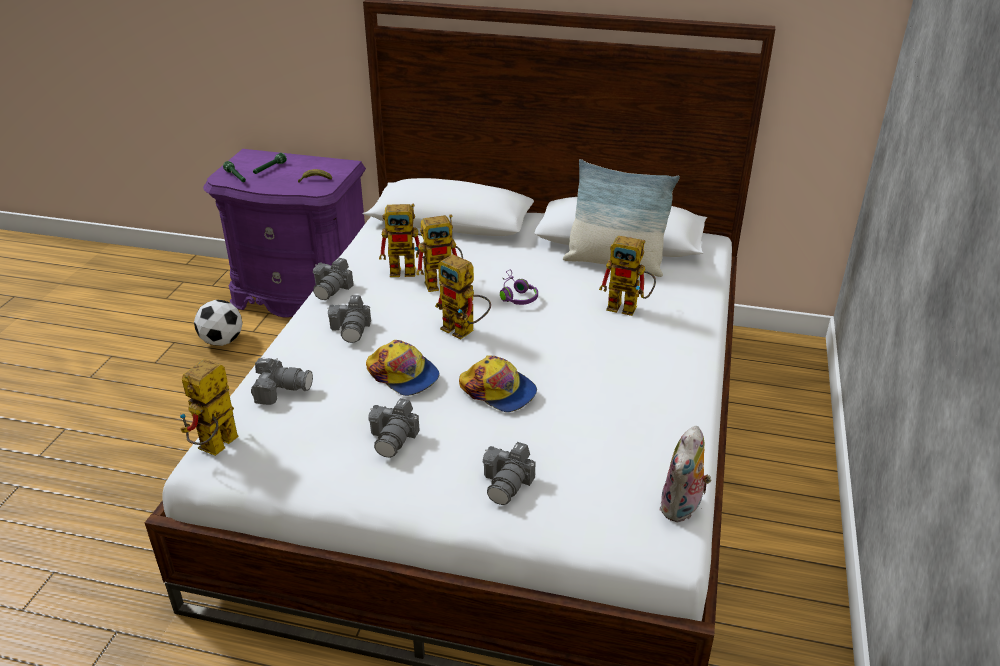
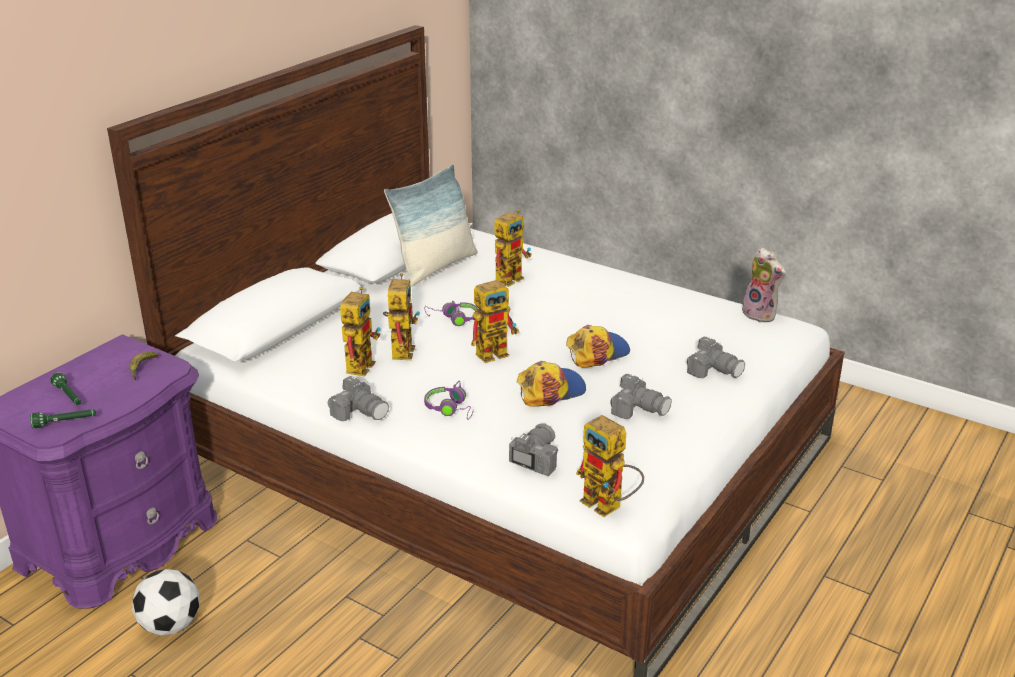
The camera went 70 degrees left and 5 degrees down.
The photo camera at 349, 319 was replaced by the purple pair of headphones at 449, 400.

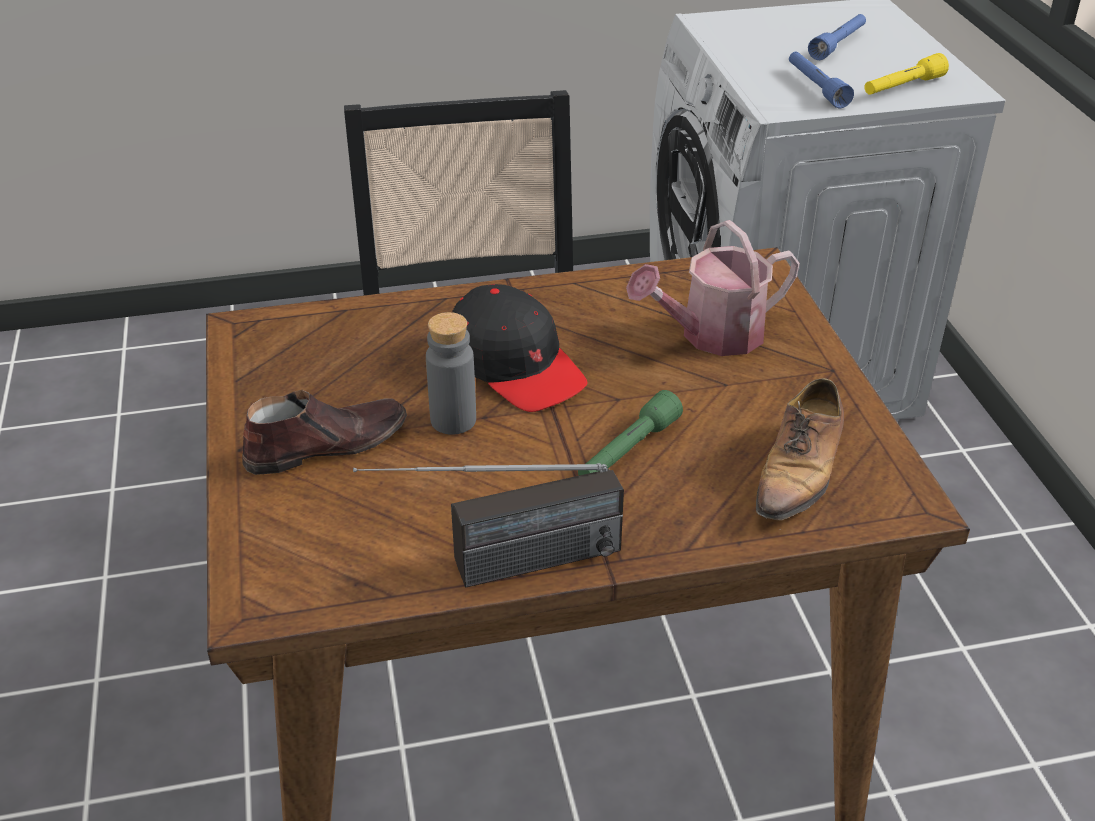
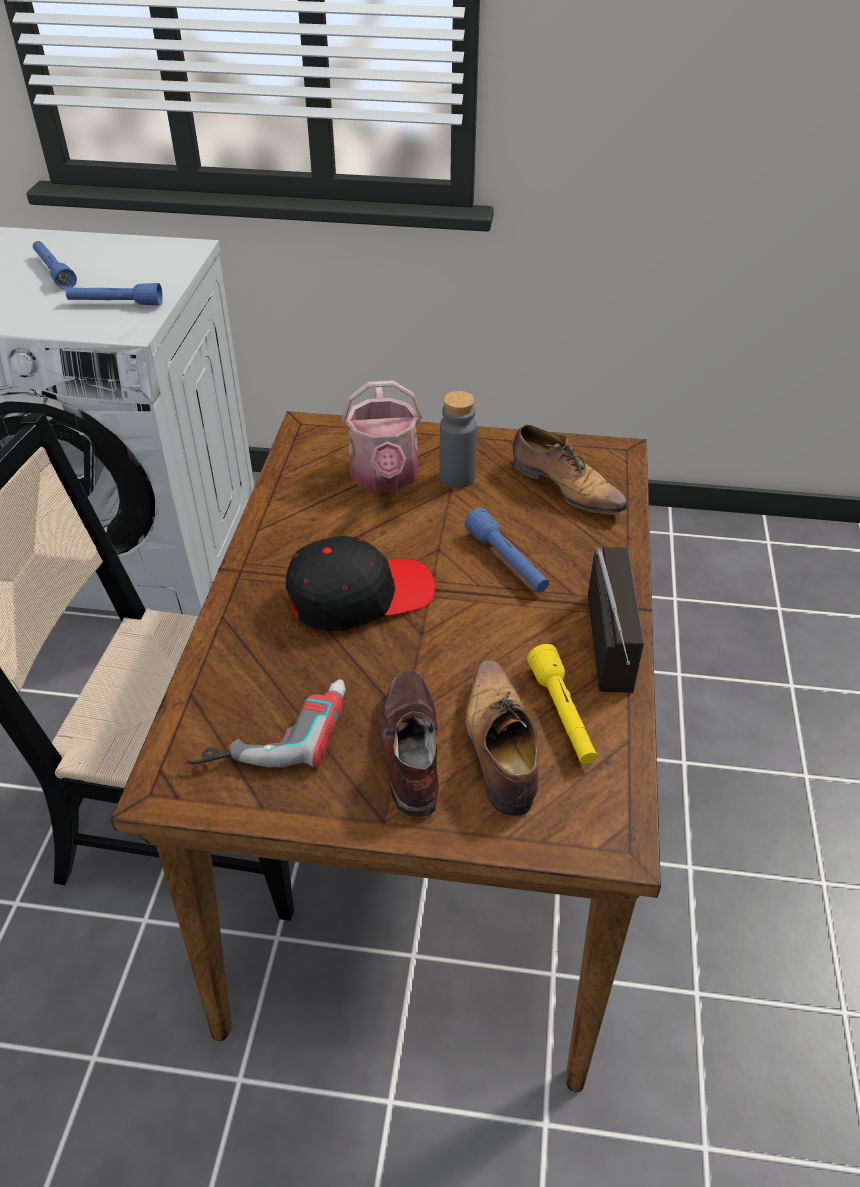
The camera went 70 degrees left and 5 degrees up.
The power drill at 266, 723 appeared.
The low shoe at 501, 738 appeared.
The greyish bottle moved from 451, 373 to 458, 439.
The yellow hand torch moved from 906, 74 to 562, 704.
The greenish hand torch at 630, 433 became the bluish hand torch at 506, 550.

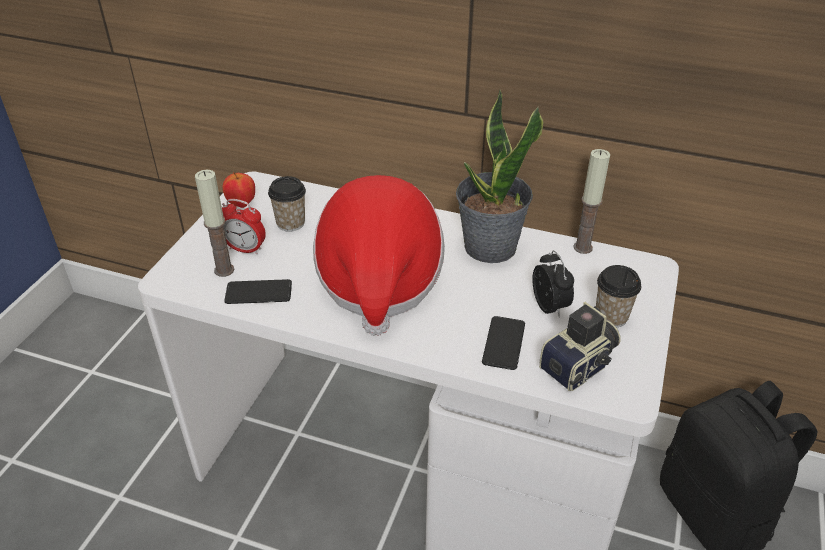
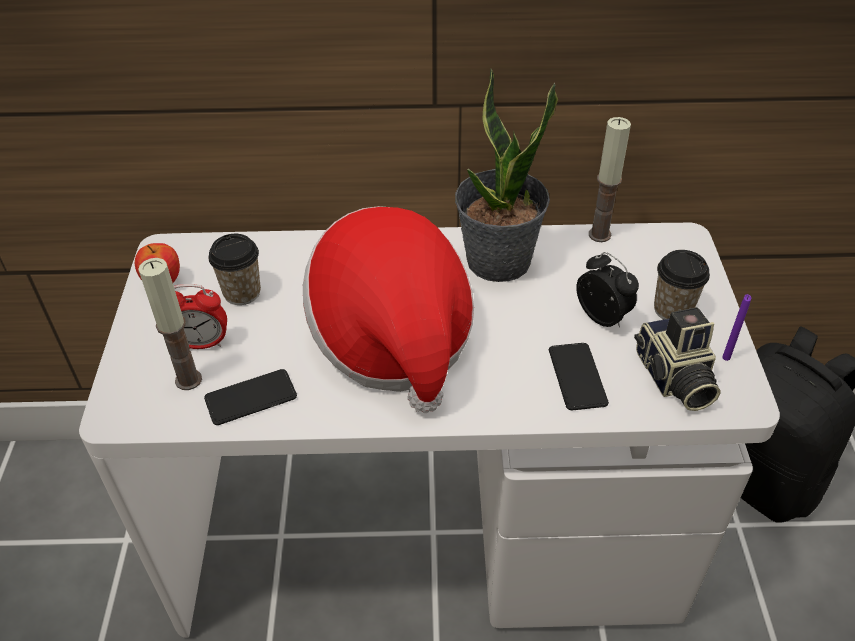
The camera went 20 degrees left and 5 degrees up.
The purple wax candle at 736, 327 appeared.
The photo camera at 580, 346 turned 135 degrees clockwise.

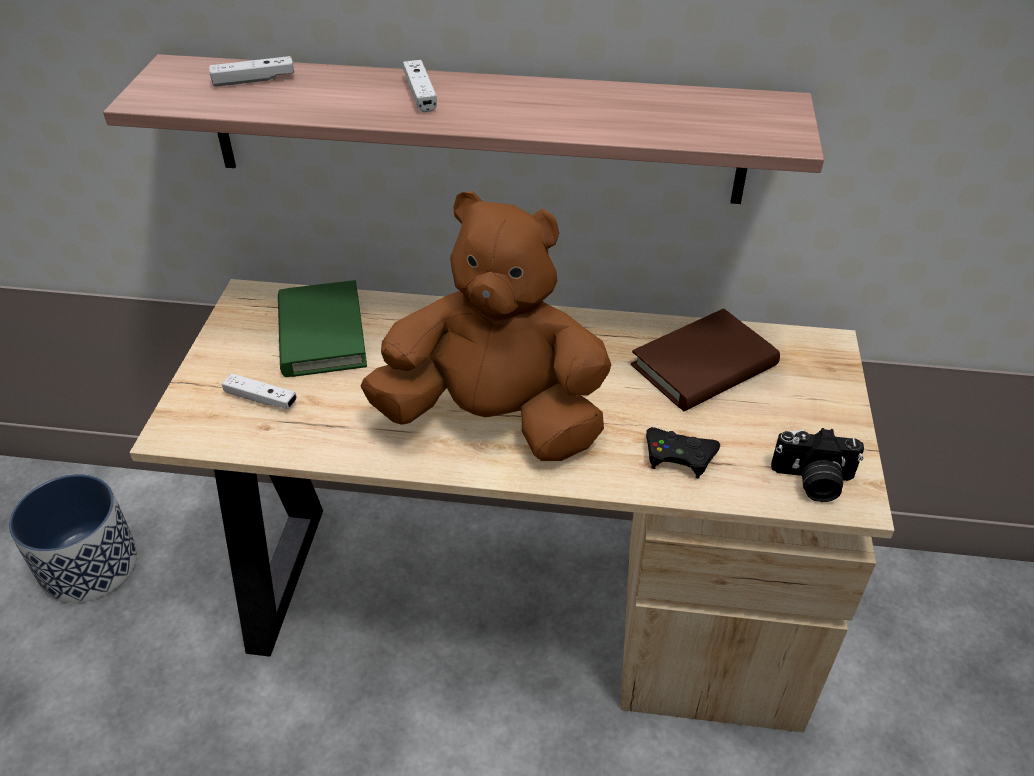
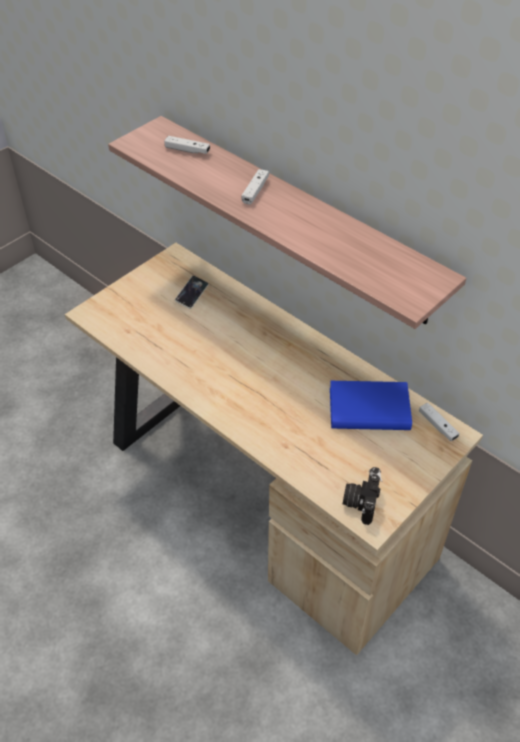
The camera went 35 degrees right and 5 degrees up.
The planter at 73, 538 disappeared.
The brownish plush toy at 485, 326 disappeared.
The black gamepad at 683, 453 disappeared.
The whitish gamepad moved from 259, 391 to 439, 422.
The greenish book at 322, 328 was replaced by the phone at 192, 292.
The brownish book at 705, 360 became the bluish book at 371, 405.
The photo camera at 817, 465 turned 60 degrees clockwise.

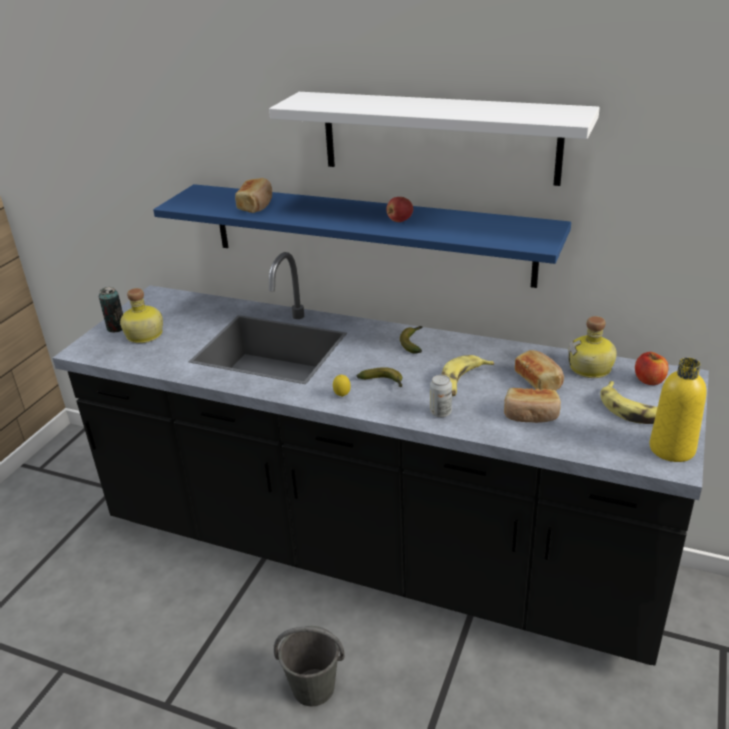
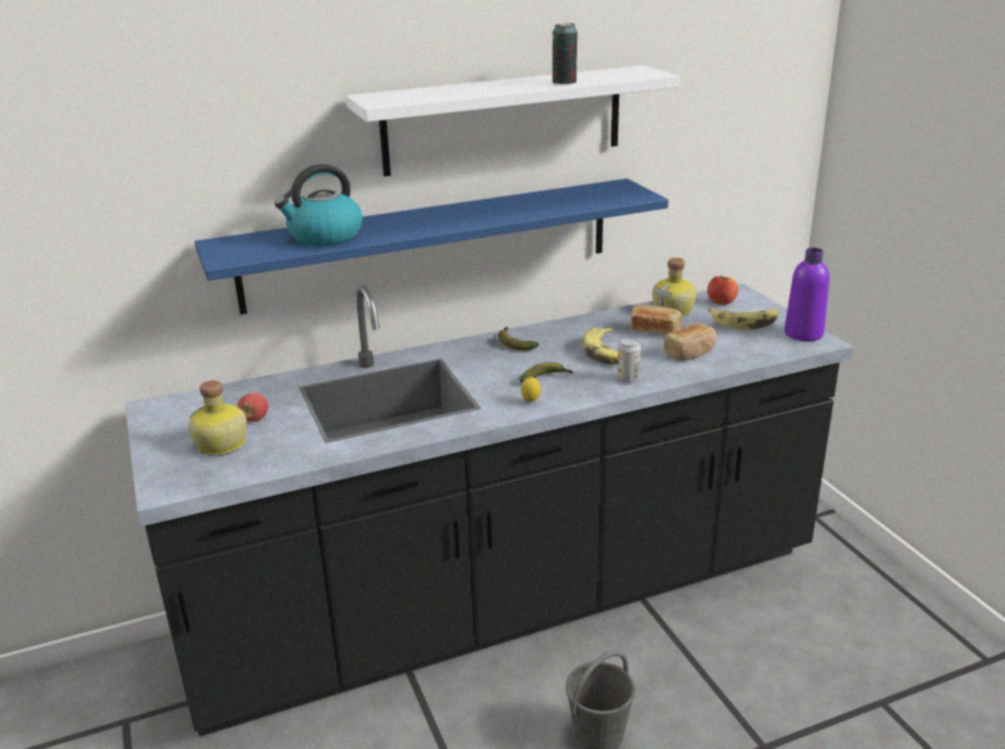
The camera went 45 degrees left and 5 degrees down.
The metal can moved from 111, 309 to 564, 53.
The apple moved from 399, 209 to 252, 407.
The baked bread at 253, 195 was replaced by the water kettle at 318, 205.
The yellow bottle at 678, 410 became the purple bottle at 807, 294.

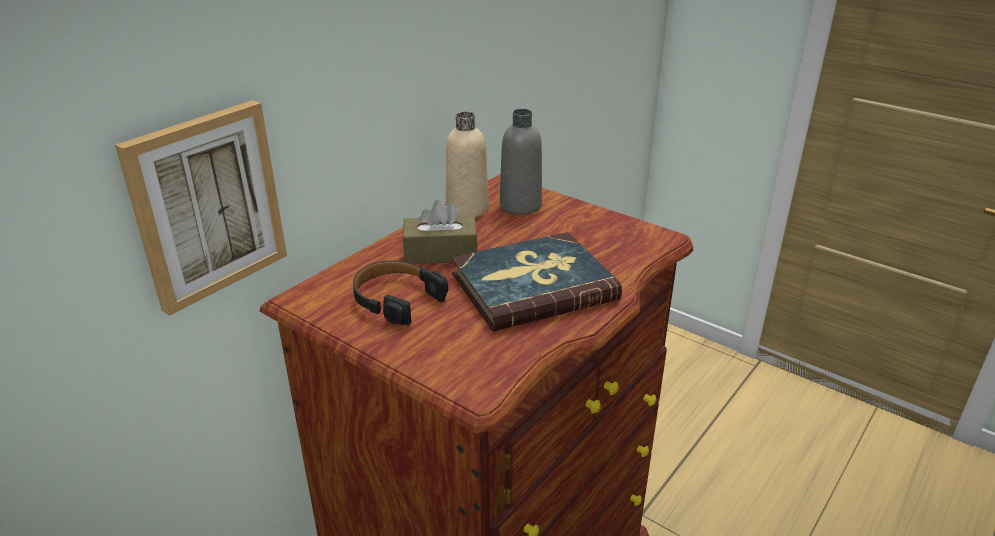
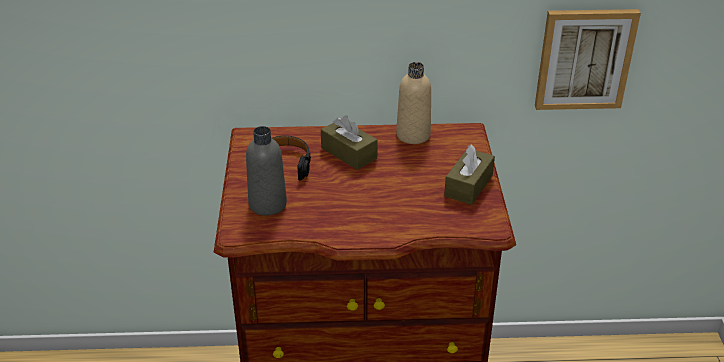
The camera went 50 degrees right and 5 degrees up.
The book at 537, 281 disappeared.
The brownish box of tissues at 469, 174 appeared.
The wall picture moved from 201, 208 to 588, 59.
The greyish bottle moved from 521, 162 to 266, 170.

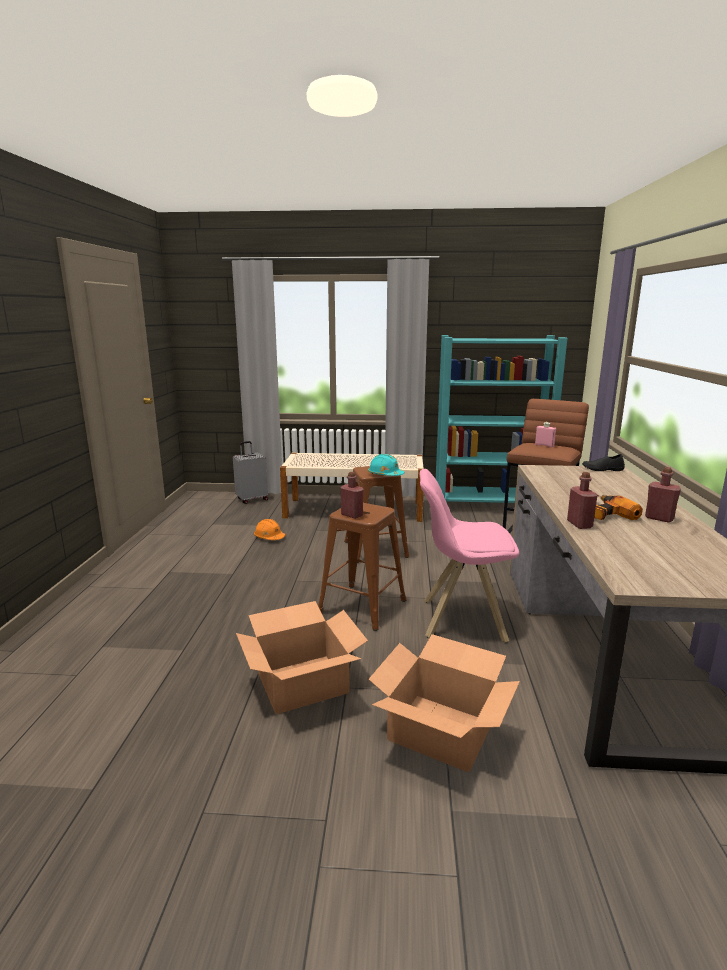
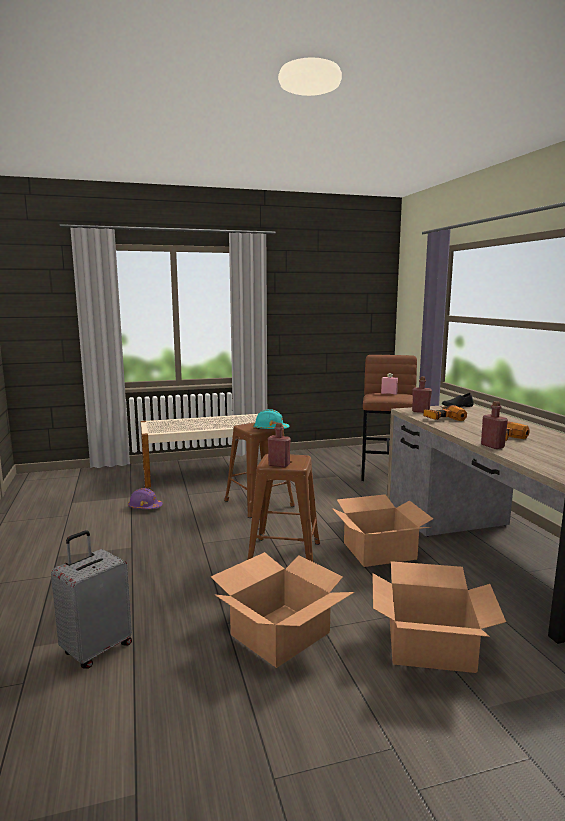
The camera went 20 degrees left and 5 degrees down.
The turquoise-coloured bookshelf at 501, 419 disappeared.
The power drill at 445, 413 appeared.
The greyish piece of luggage moved from 250, 472 to 91, 599.
The red-coloured bottle moved from 663, 495 to 422, 395.
The pinkish upright chair at 469, 556 was replaced by the cardboard box at 382, 530.
The orange safety helmet at 269, 529 became the purple safety helmet at 145, 498.

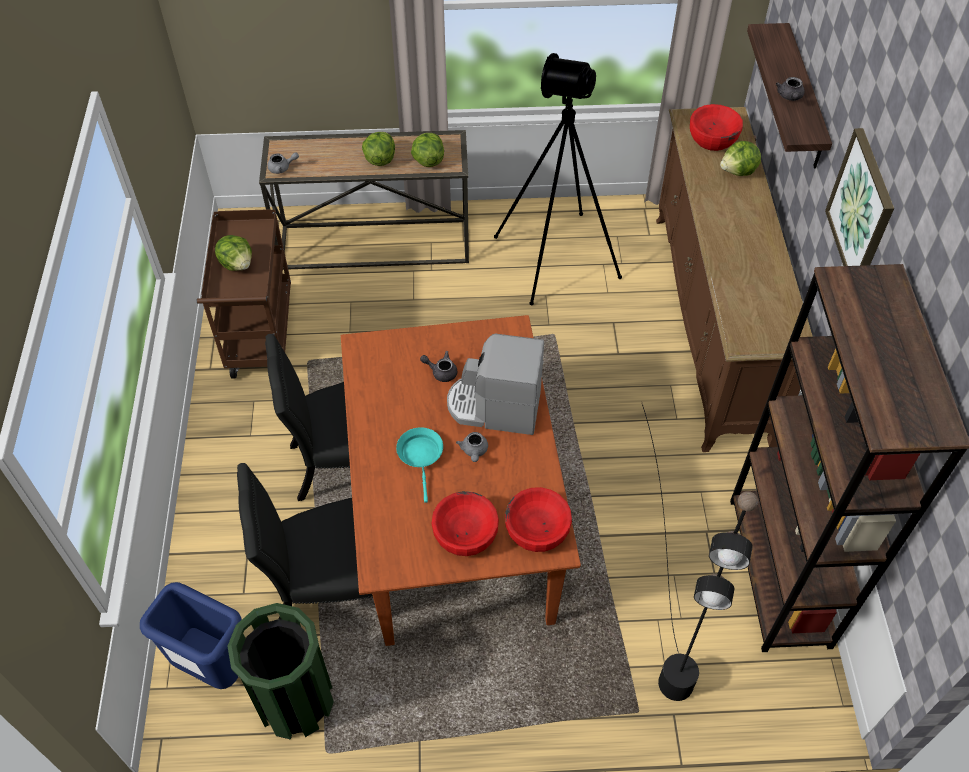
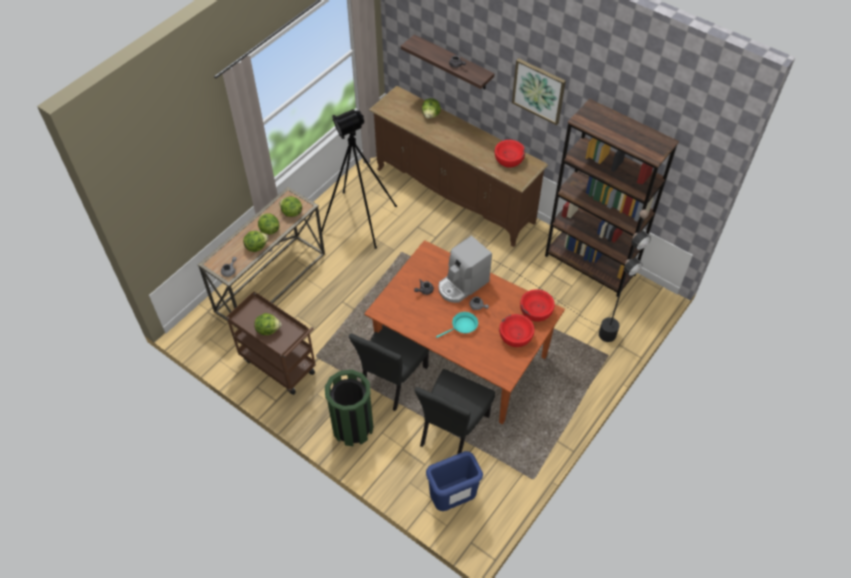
The camera went 50 degrees left and 0 degrees up.
The head of lettuce at 256, 241 appeared.
The greenish rubbish bin moved from 281, 671 to 349, 408.
The red-coloured serving bowl moved from 716, 127 to 509, 154.
The turquoise-coloured pan at 419, 465 turned 120 degrees clockwise.

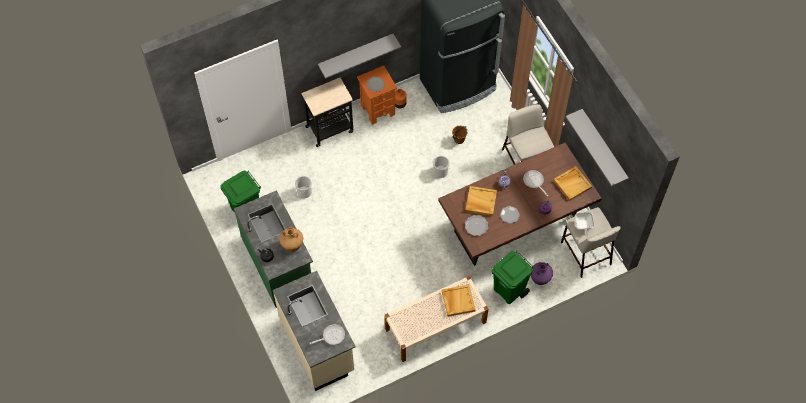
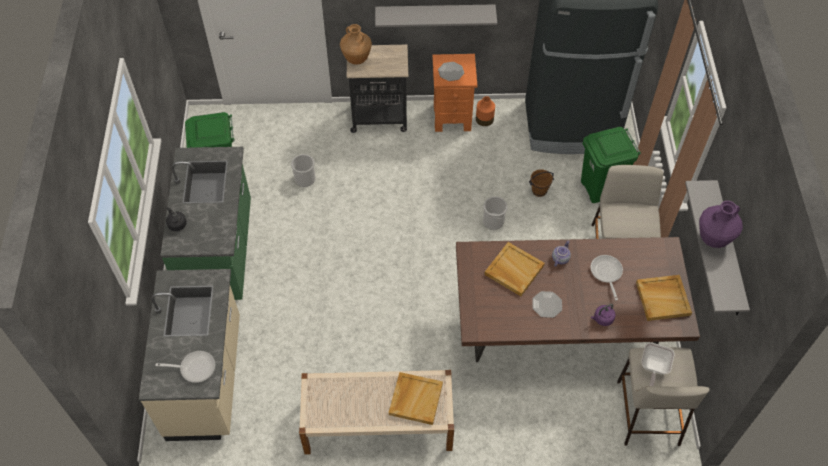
The camera went 25 degrees right and 5 degrees down.
The flat dish at 476, 225 disappeared.
The brownish decorative vase moved from 291, 239 to 356, 44.
The greenish rubbish bin moved from 513, 277 to 611, 165.
The purple decorative vase moved from 542, 273 to 721, 224.

